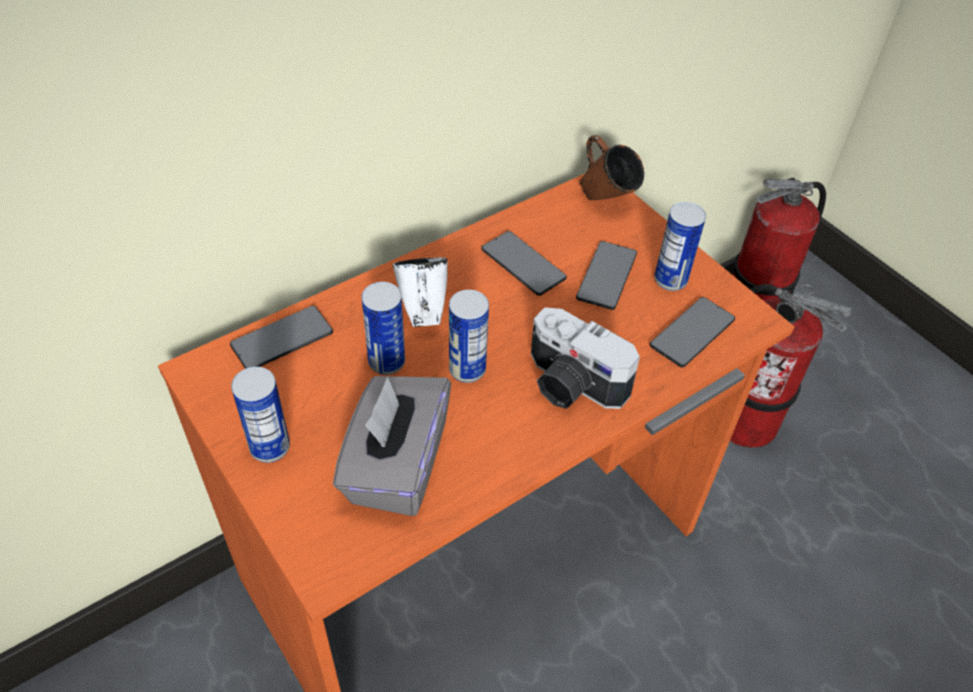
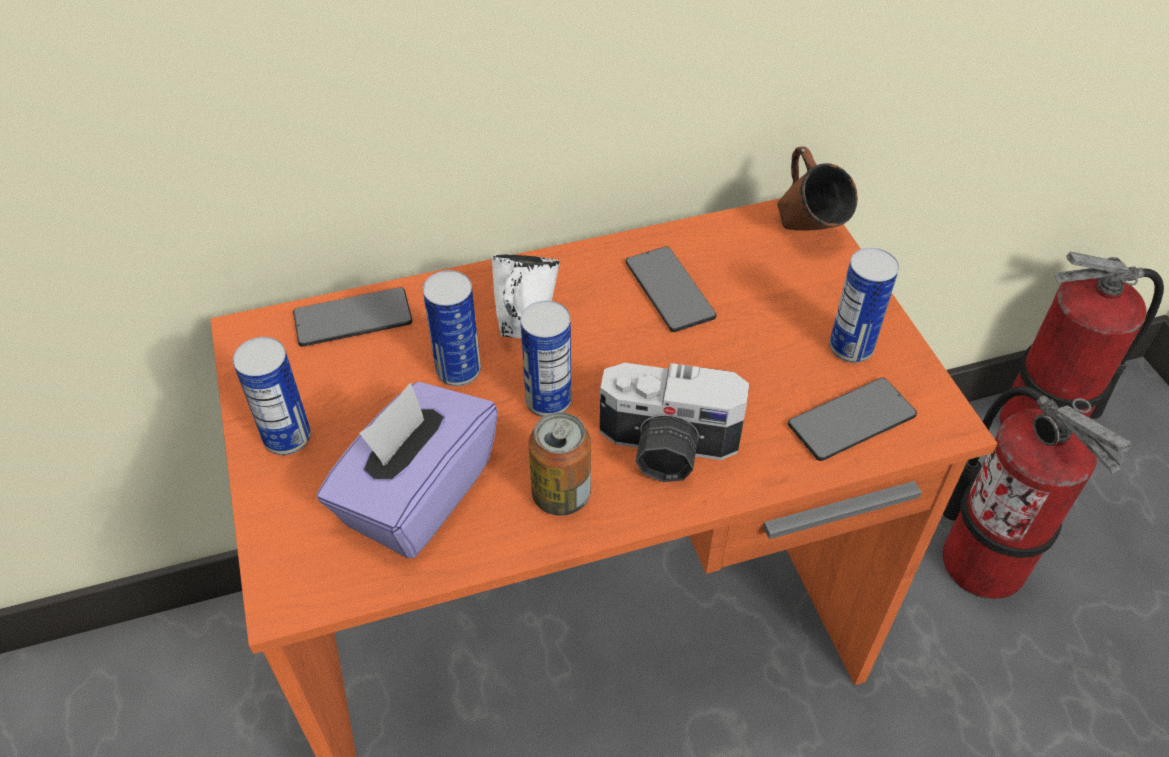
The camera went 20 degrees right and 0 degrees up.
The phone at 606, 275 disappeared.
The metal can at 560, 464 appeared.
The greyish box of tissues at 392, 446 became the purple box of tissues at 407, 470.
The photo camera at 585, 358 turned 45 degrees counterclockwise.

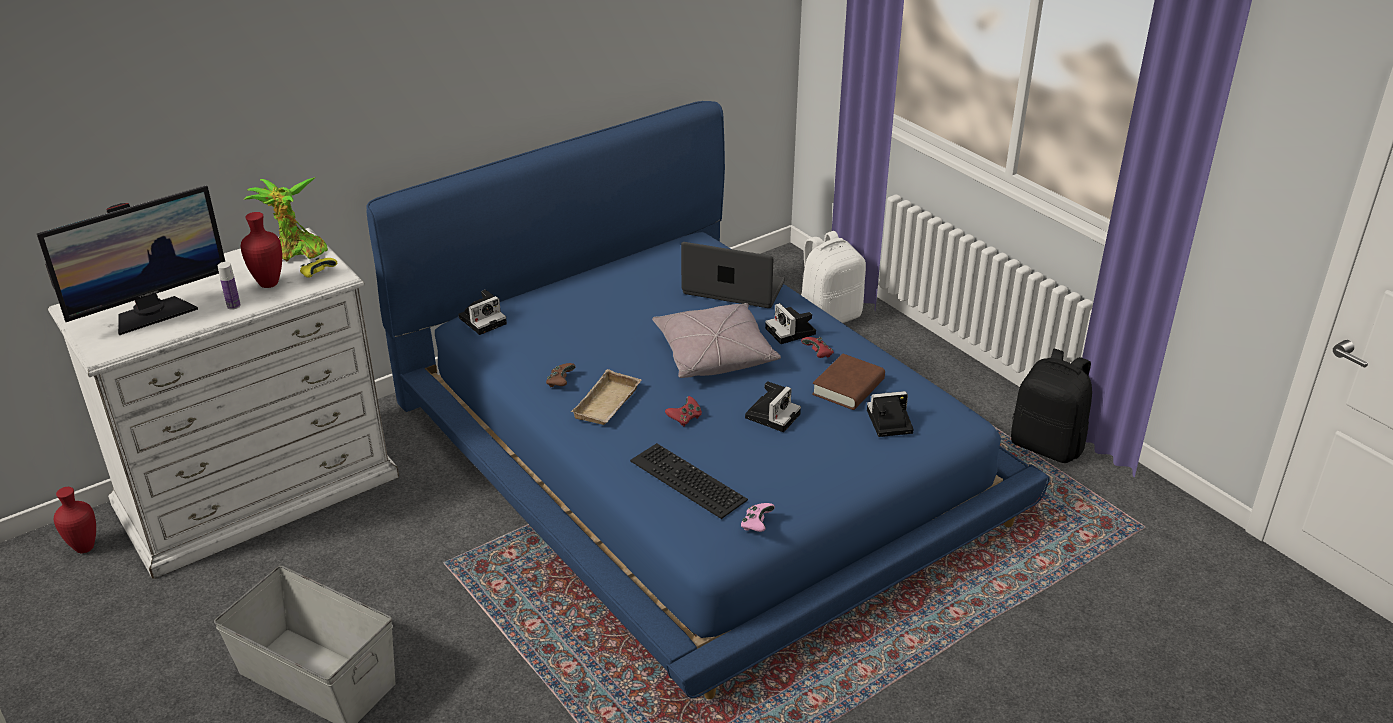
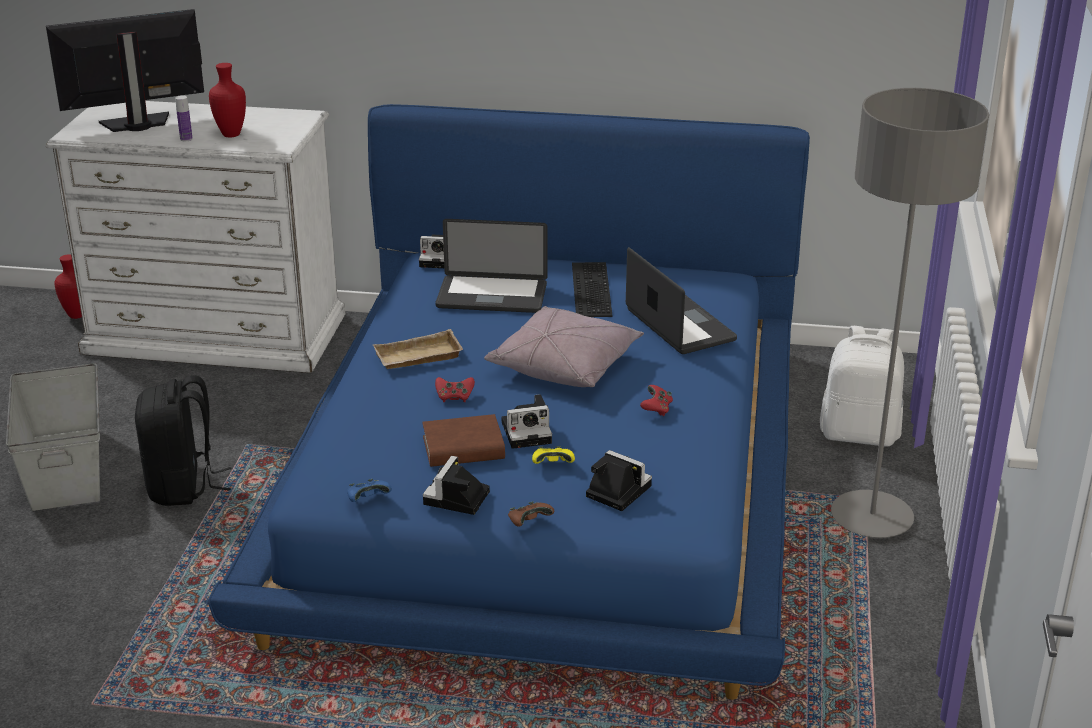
The camera went 45 degrees right and 5 degrees down.
The plant in a pot at 285, 219 disappeared.
The notebook computer at 491, 266 appeared.
The greyish standing lamp at 910, 313 appeared.
The yellow gamepad moved from 318, 268 to 553, 455.
The brownish gamepad moved from 561, 375 to 531, 514.
The keyboard moved from 689, 481 to 592, 289.
The photo camera moved from 790, 323 to 456, 485.
The brownish book moved from 848, 382 to 463, 440.
The black rucksack moved from 1051, 406 to 183, 440.
The pinkish gamepad at 758, 517 became the bluish gamepad at 369, 490.
The computer display at 131, 260 turned 150 degrees clockwise.

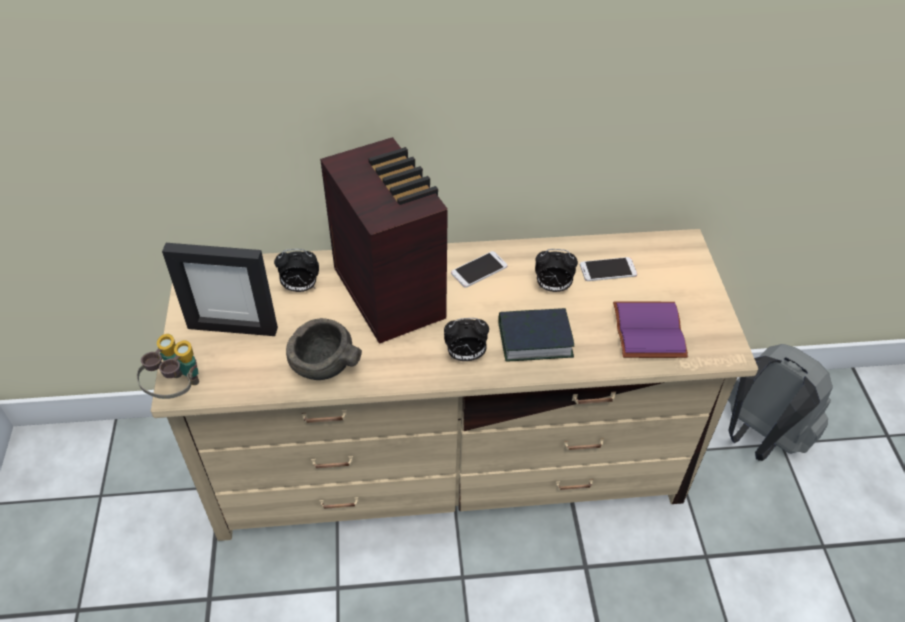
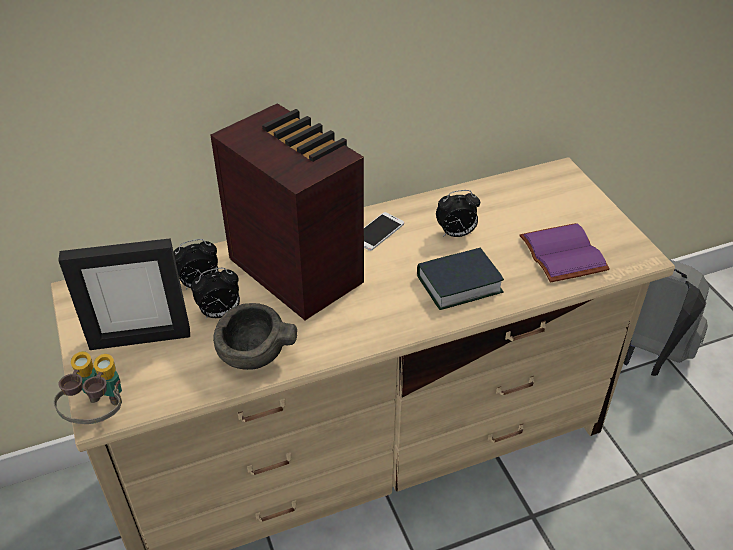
The camera went 15 degrees left and 5 degrees down.
The phone at 608, 269 disappeared.
The table clock moved from 466, 339 to 215, 293.

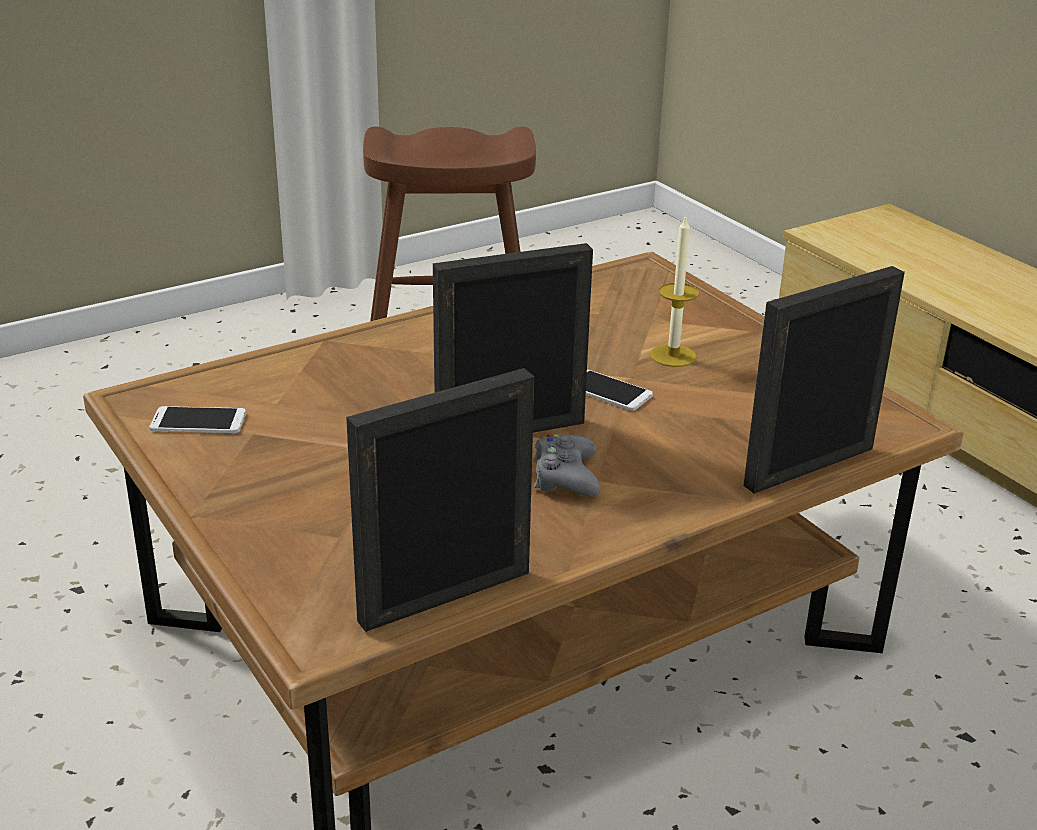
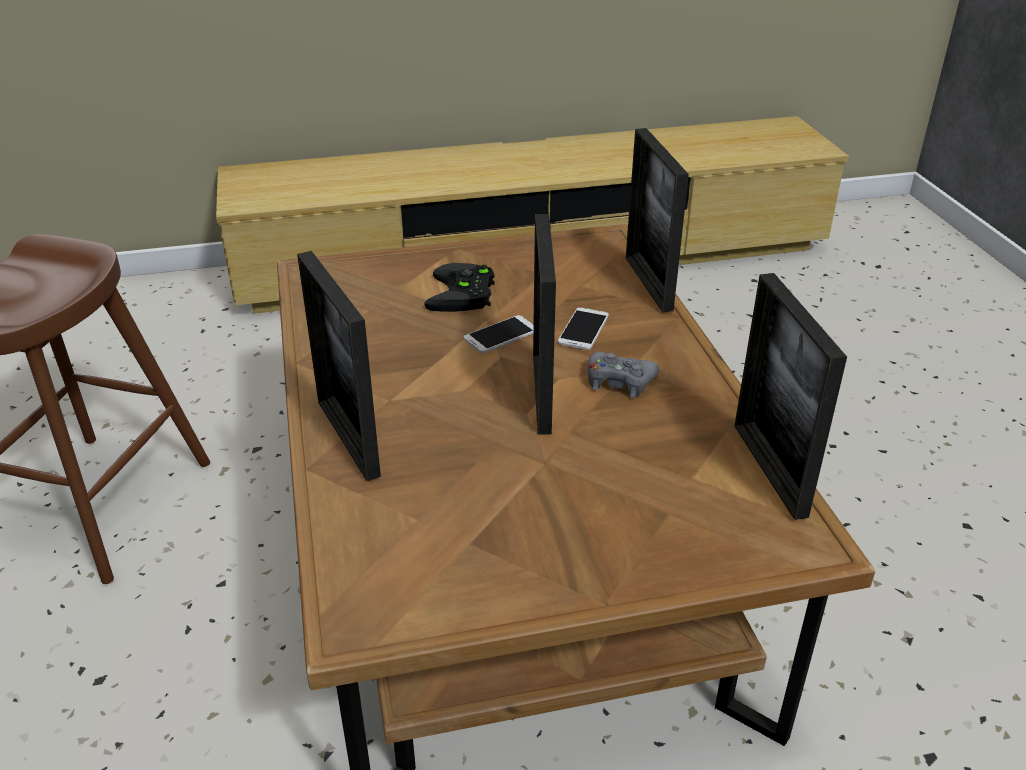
The camera went 70 degrees left and 5 degrees up.
The picture frame at 339, 366 appeared.
The phone moved from 197, 419 to 583, 328.
The wax candle at 674, 291 was replaced by the black gamepad at 460, 287.

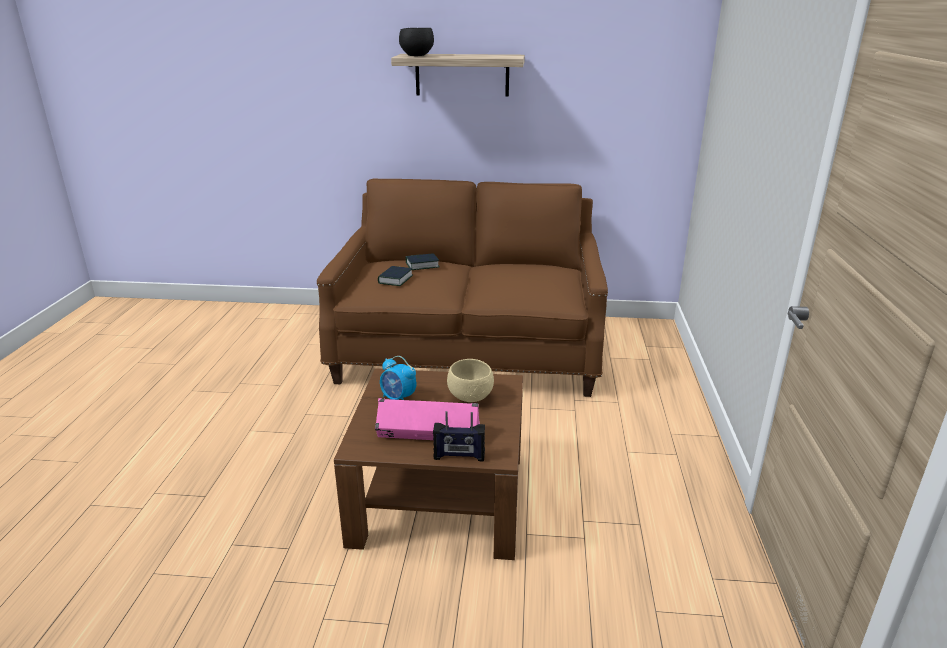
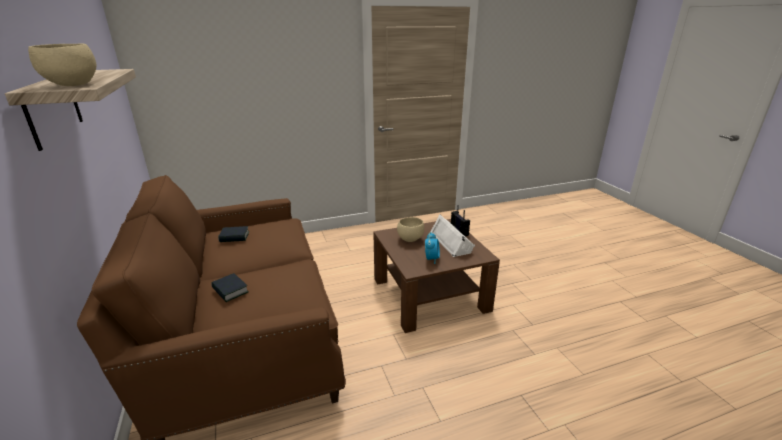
The camera went 115 degrees left and 0 degrees up.
The book moved from 395, 276 to 233, 234.
The pinkish speaker at 427, 419 became the whitish speaker at 452, 235.
The black serving bowl at 416, 42 became the beige serving bowl at 62, 65.

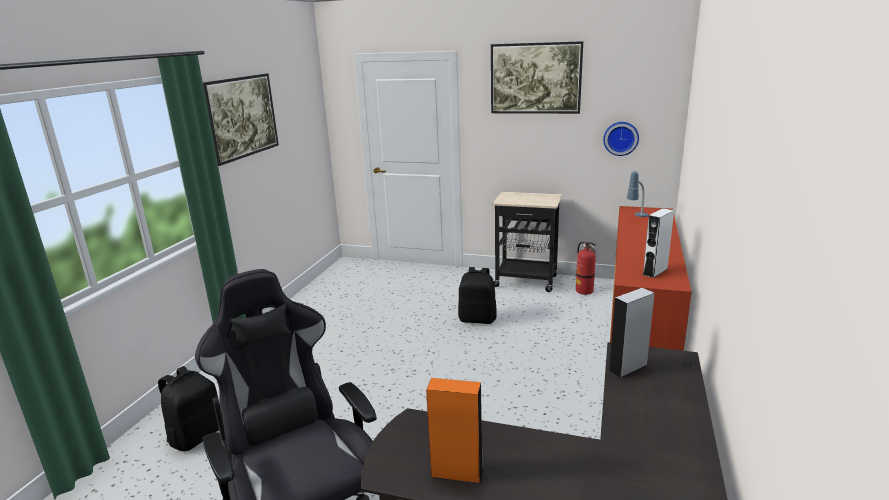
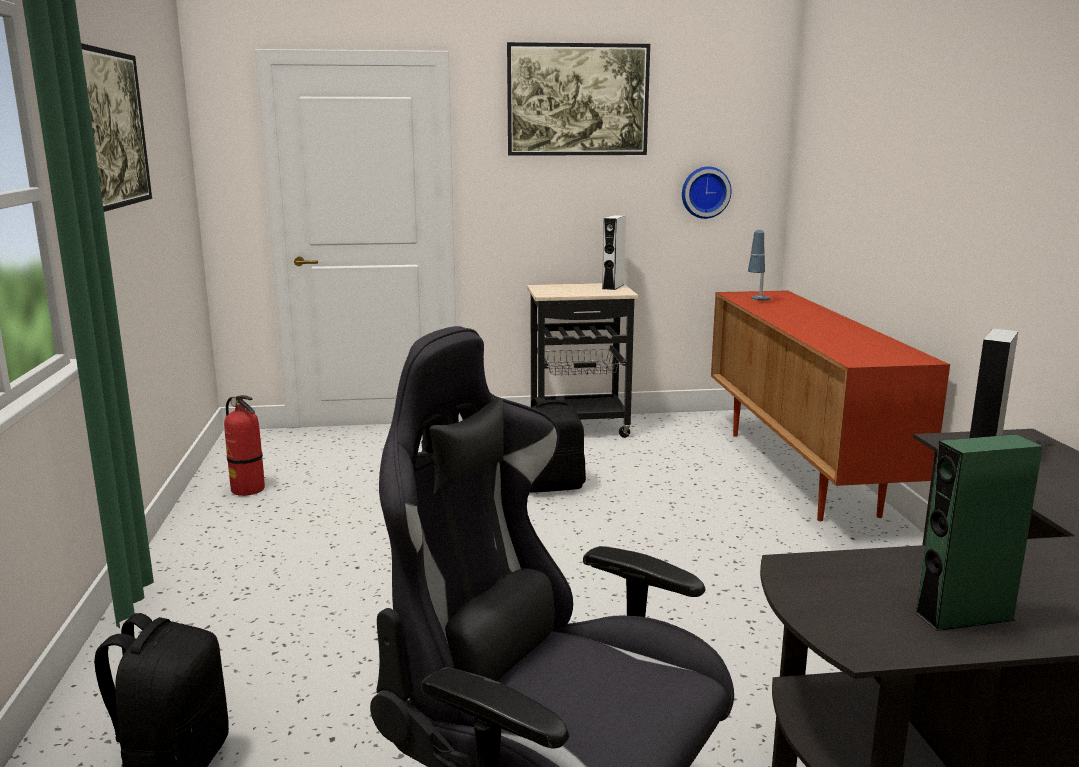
The camera went 25 degrees left and 5 degrees down.
The fire extinguisher moved from 586, 268 to 244, 445.
The whitish speaker moved from 658, 243 to 614, 252.
The orange speaker at 455, 431 became the greenish speaker at 978, 532.

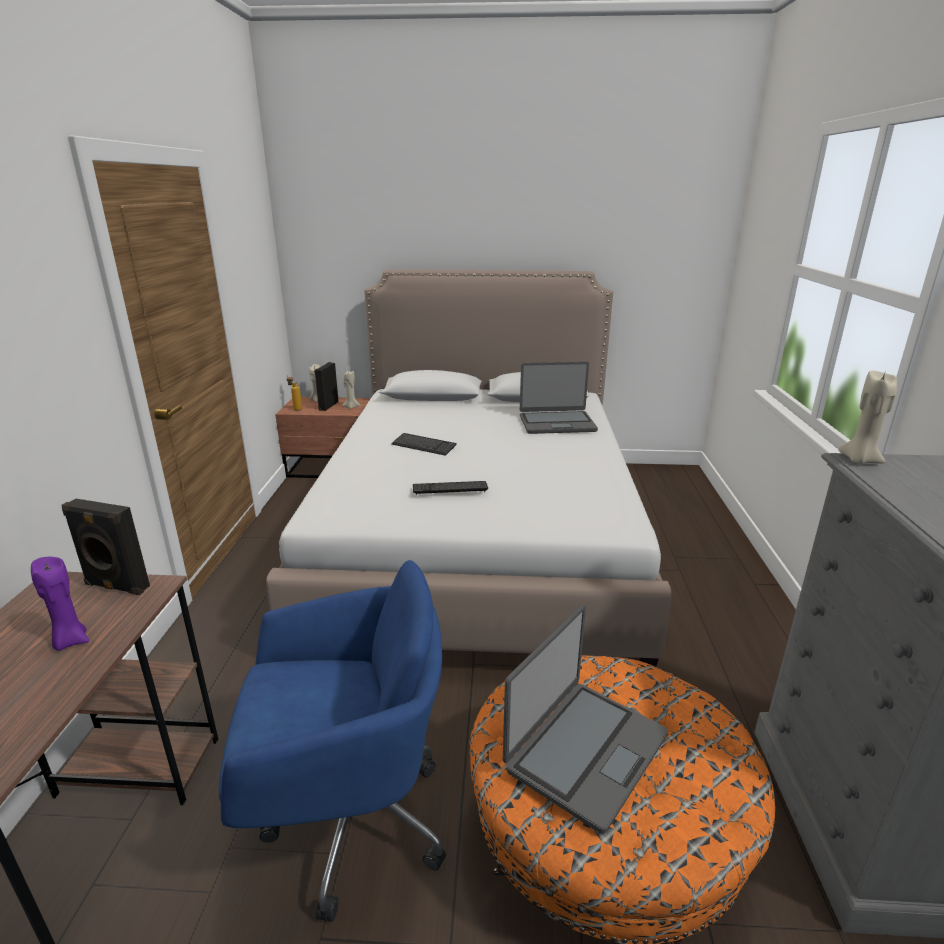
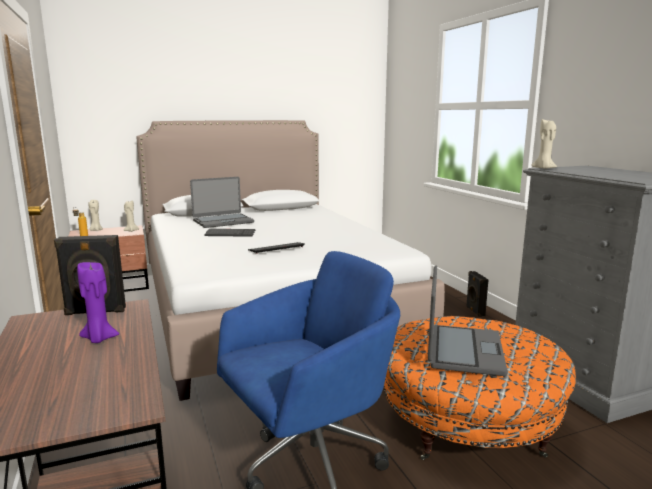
The camera went 25 degrees left and 10 degrees down.
The black speaker moved from 326, 386 to 477, 294.
The notebook computer moved from 559, 398 to 222, 202.

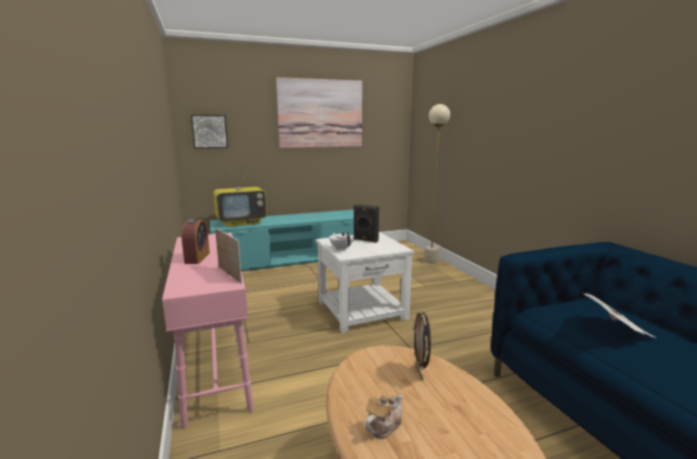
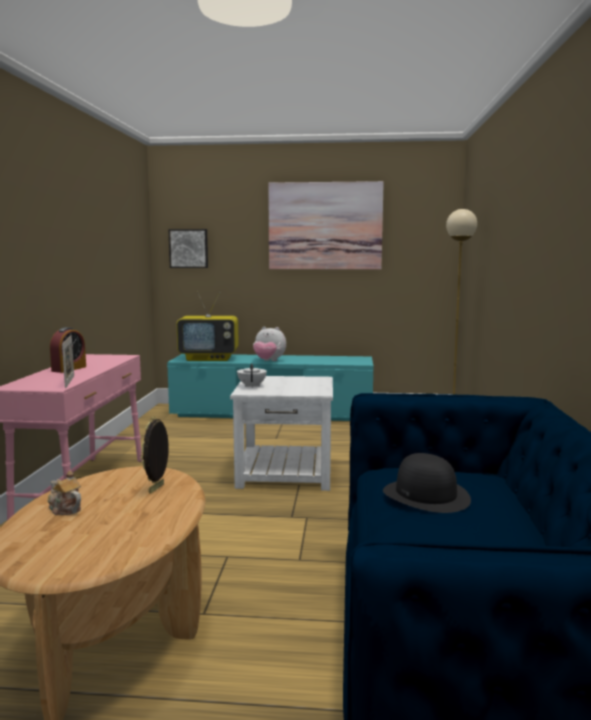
The camera went 25 degrees right and 5 degrees down.
The black speaker at 366, 223 disappeared.
The plush toy at 269, 343 appeared.
The daily paper at 620, 315 was replaced by the black hat at 427, 483.
The tea pot at 384, 416 turned 120 degrees counterclockwise.

